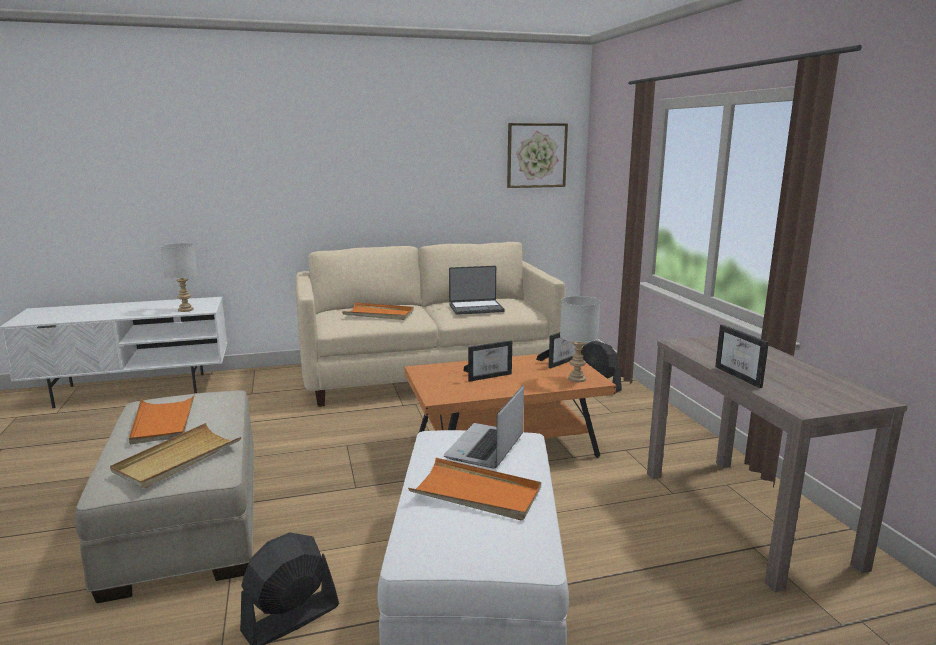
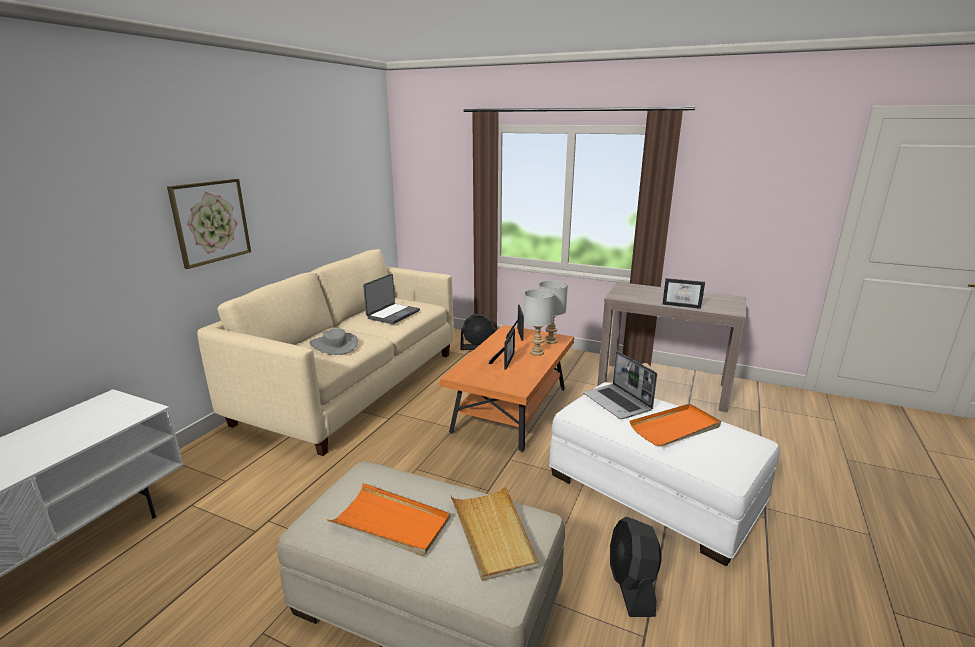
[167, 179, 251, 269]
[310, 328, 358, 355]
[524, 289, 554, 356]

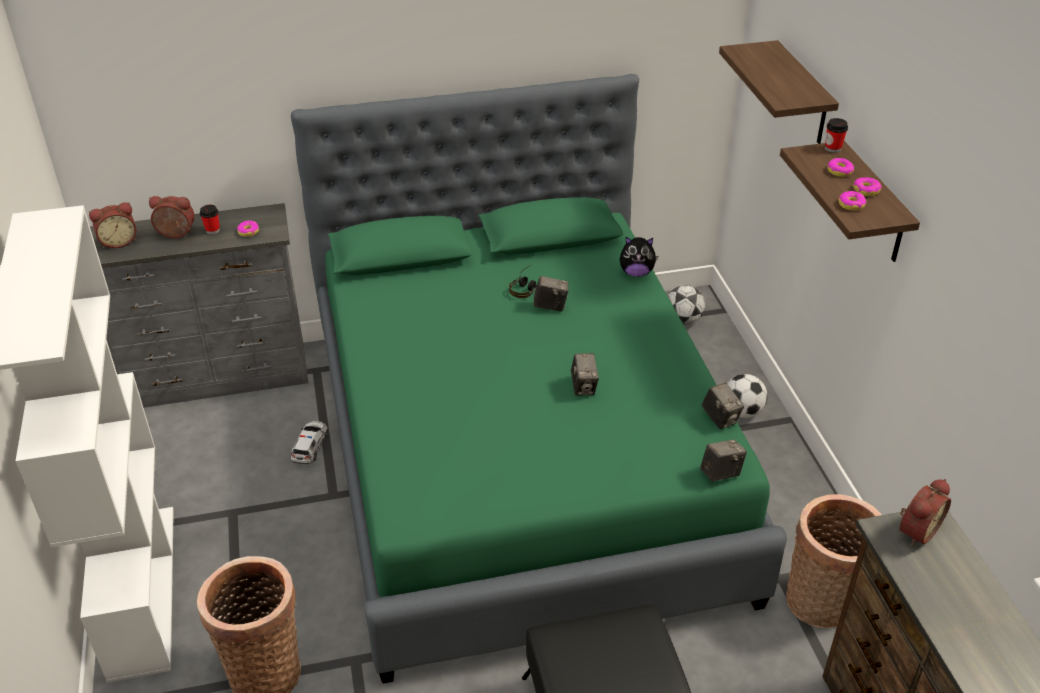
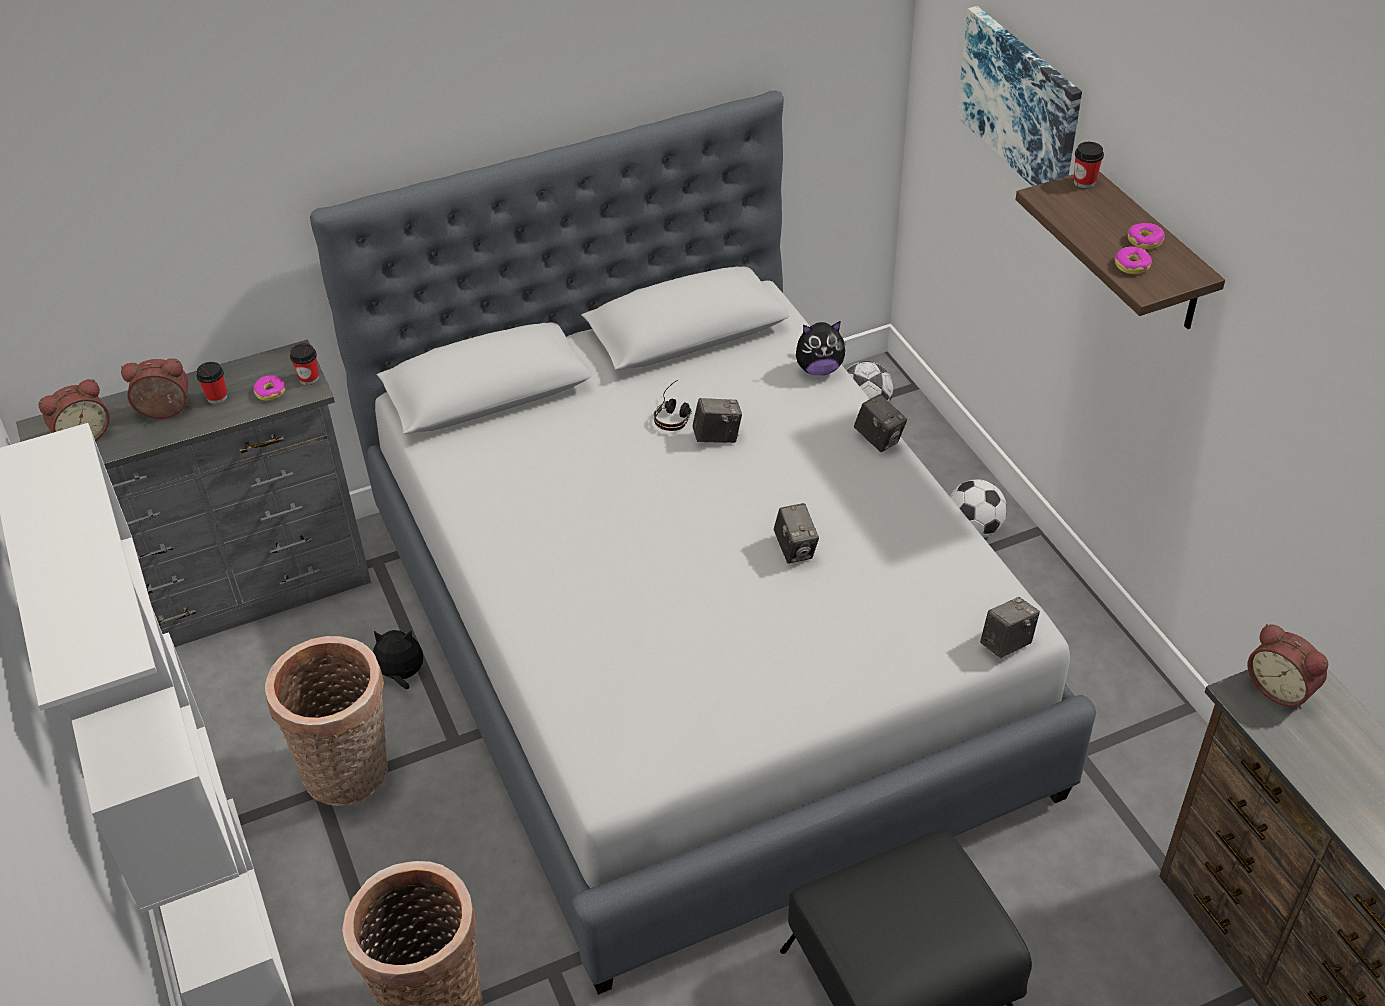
[265, 636, 388, 806]
[290, 343, 319, 385]
[310, 91, 1096, 995]
[373, 630, 423, 689]
[854, 394, 907, 452]
[957, 6, 1082, 186]
[1247, 624, 1328, 709]
[827, 158, 854, 177] (first image)

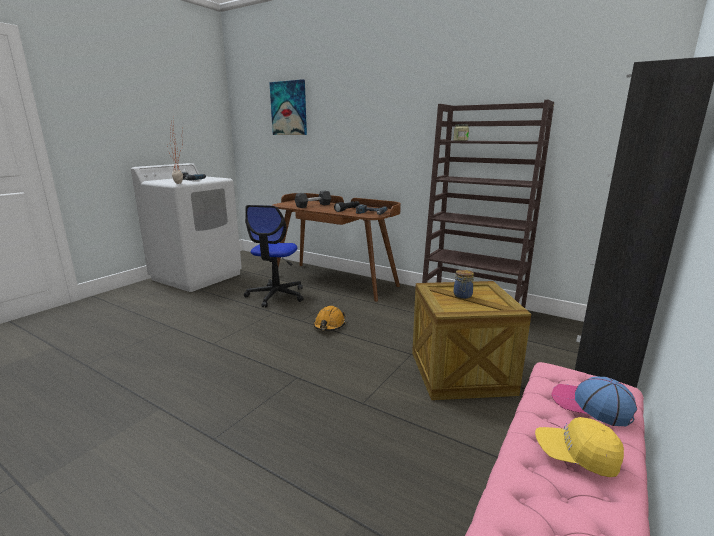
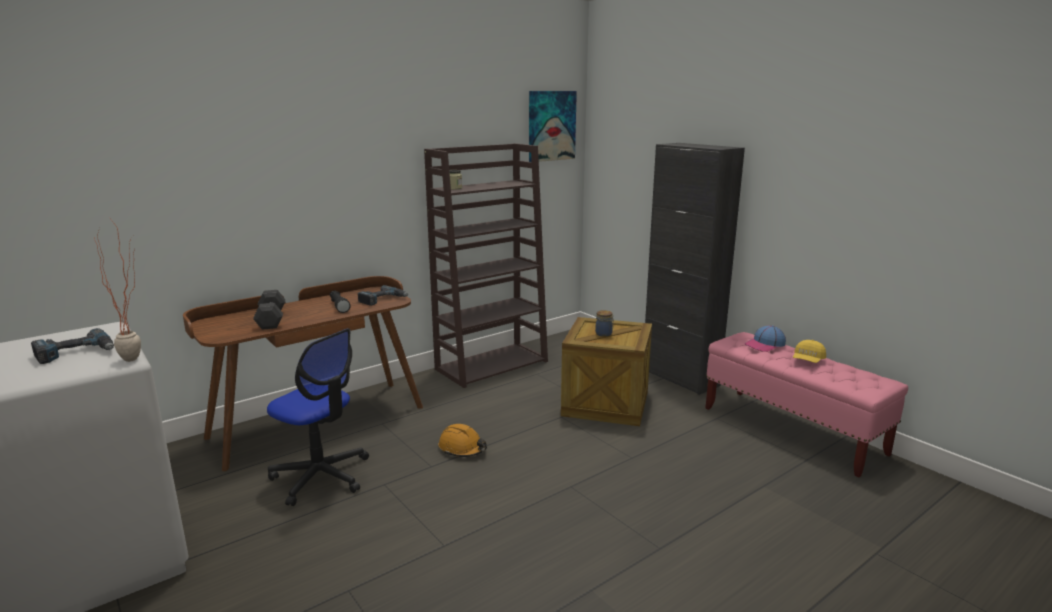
[529, 91, 577, 162]

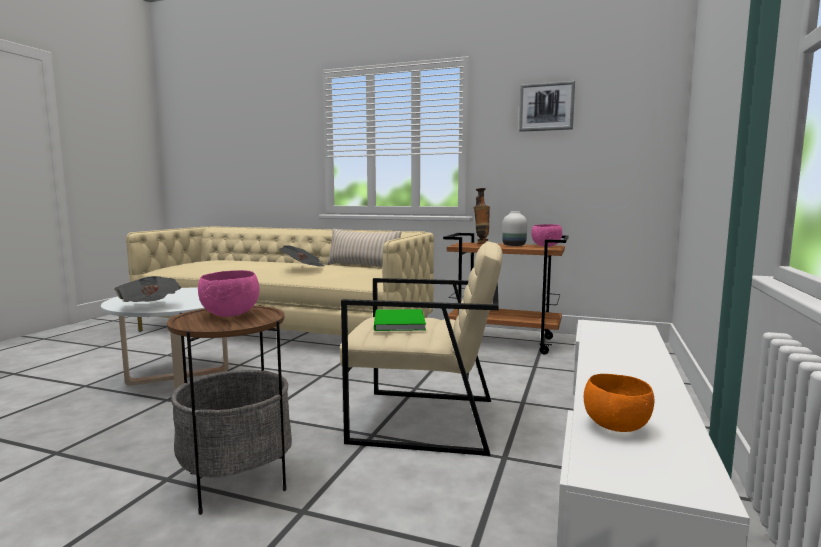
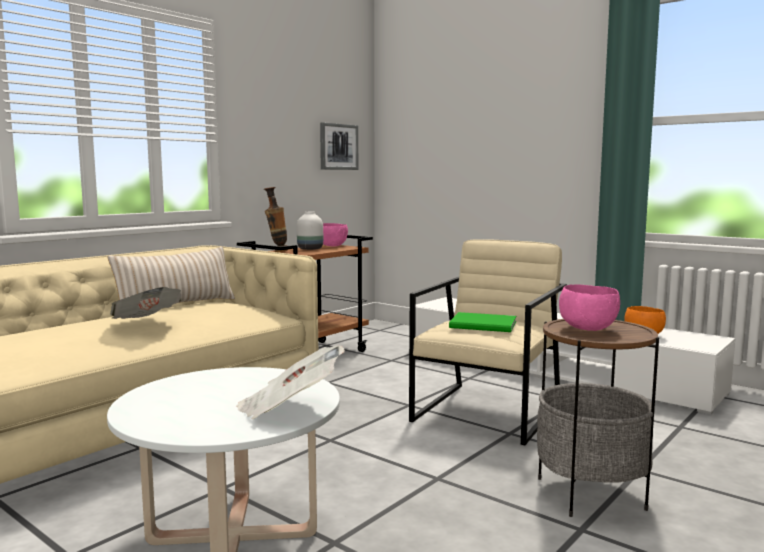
[320, 122, 358, 170]

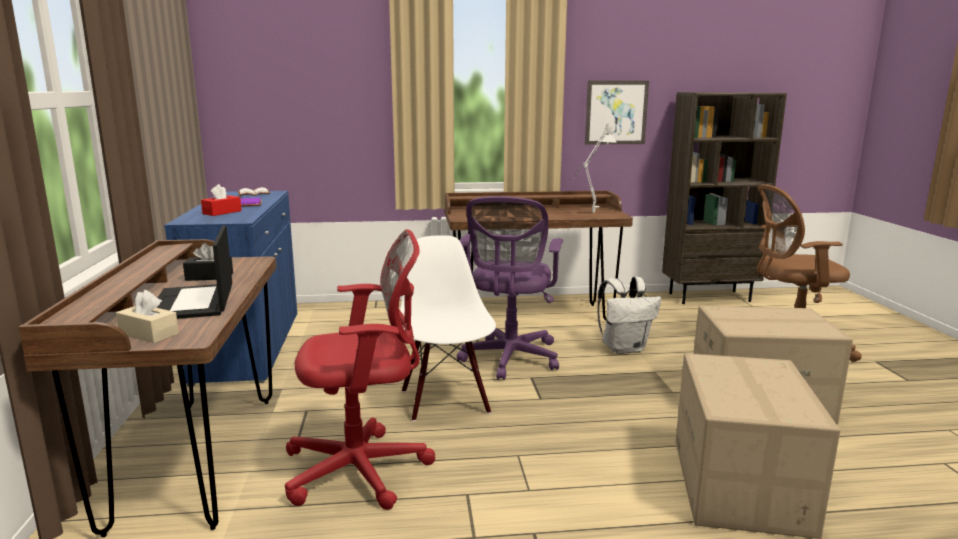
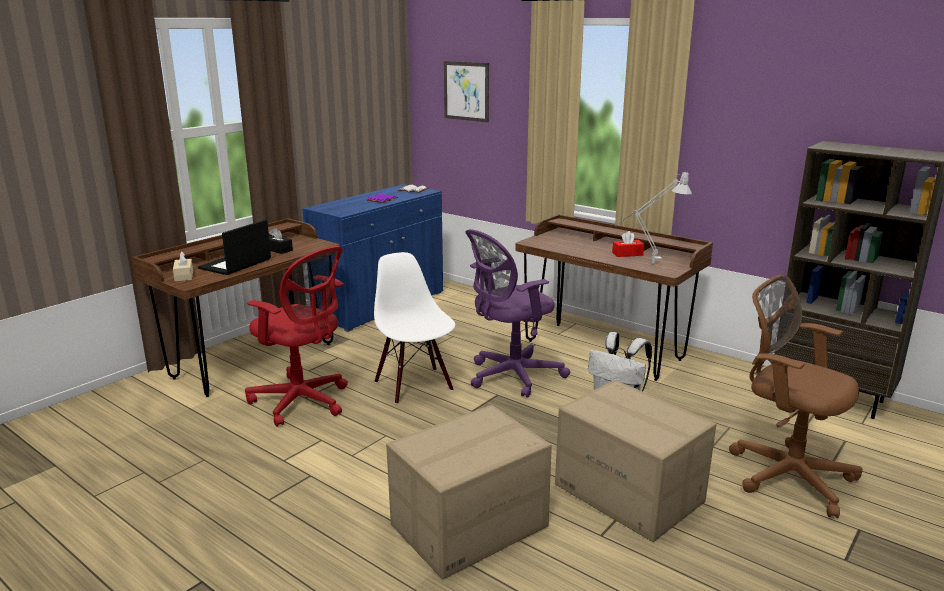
[374, 252, 455, 404]
[444, 61, 489, 122]
[612, 231, 644, 257]

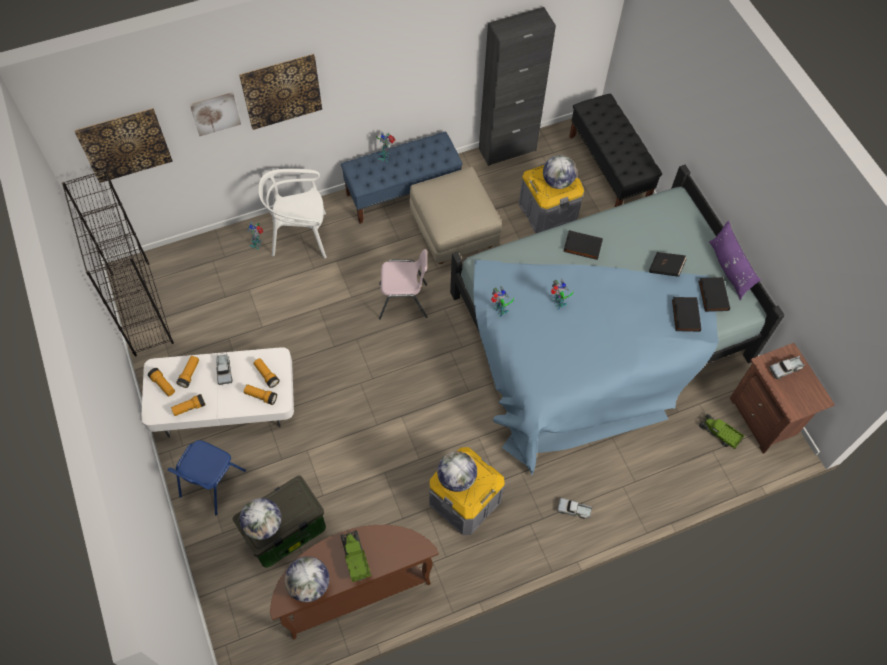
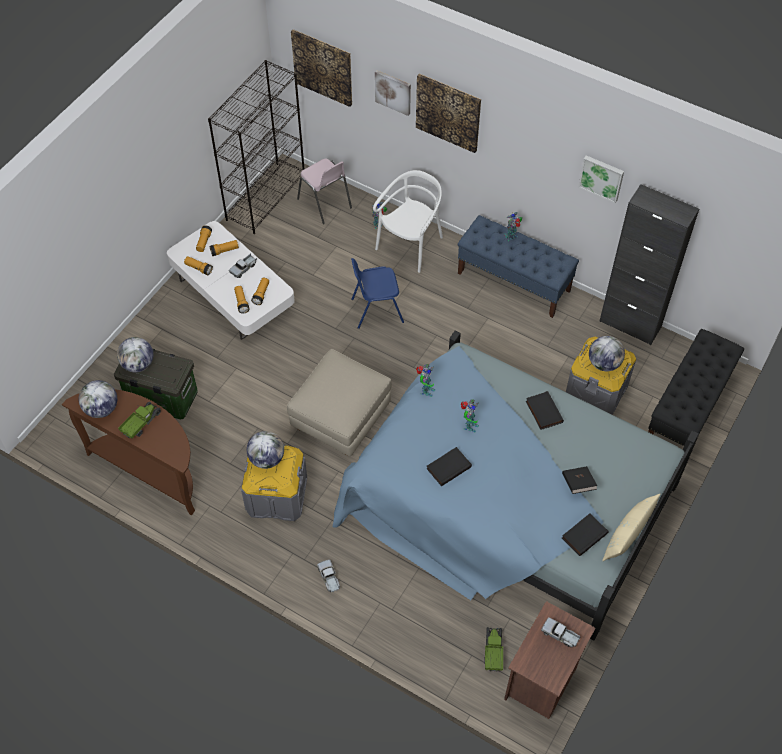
[287, 349, 392, 457]
[297, 158, 352, 224]
[351, 258, 404, 329]
[373, 170, 443, 273]
[426, 447, 472, 486]
[578, 155, 624, 203]
[602, 494, 660, 561]

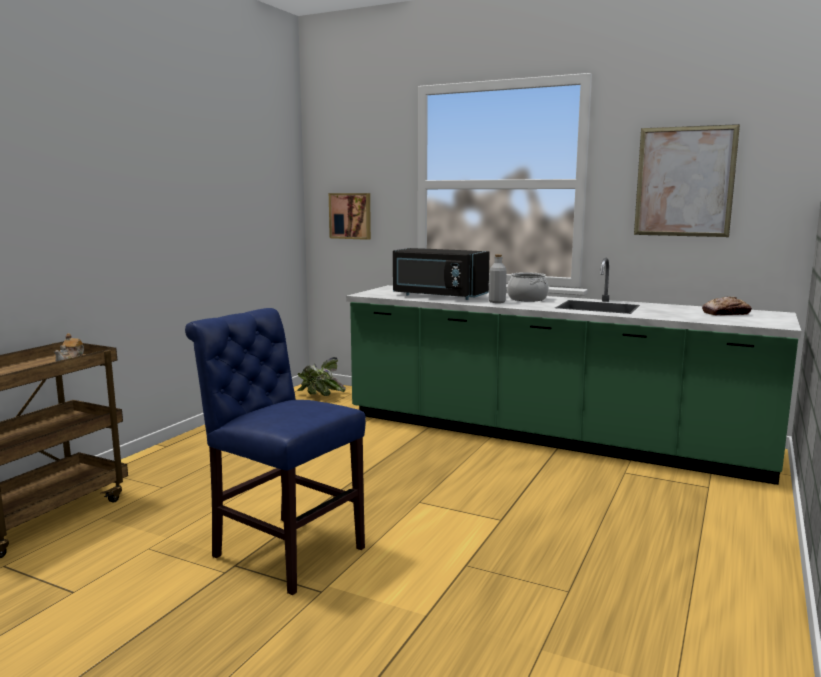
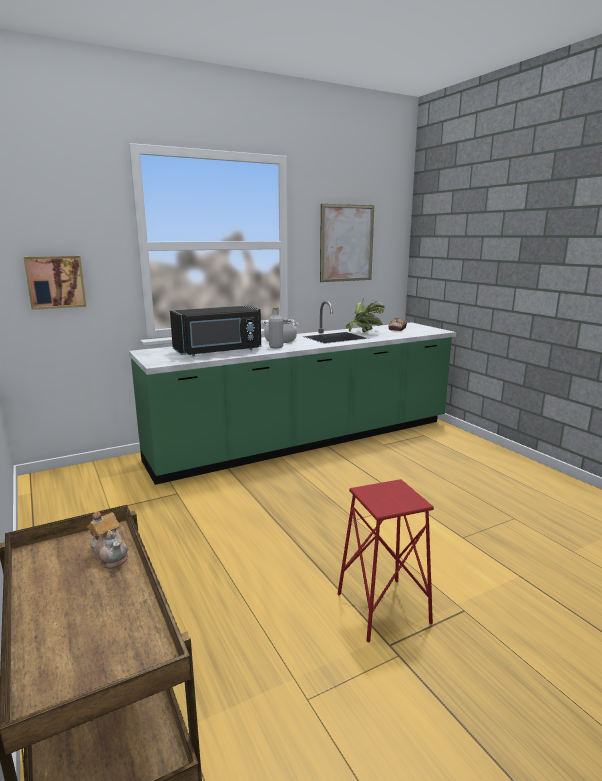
[338, 479, 434, 642]
[346, 296, 385, 332]

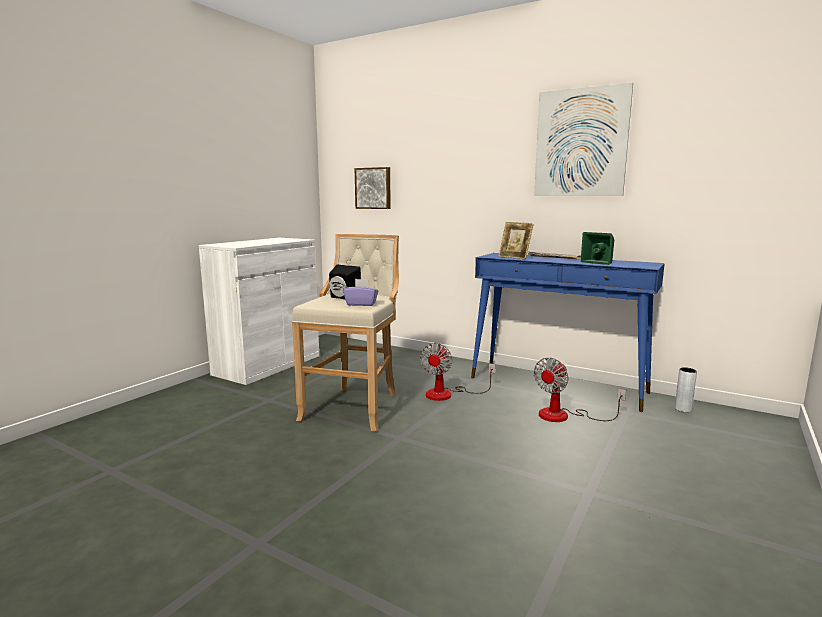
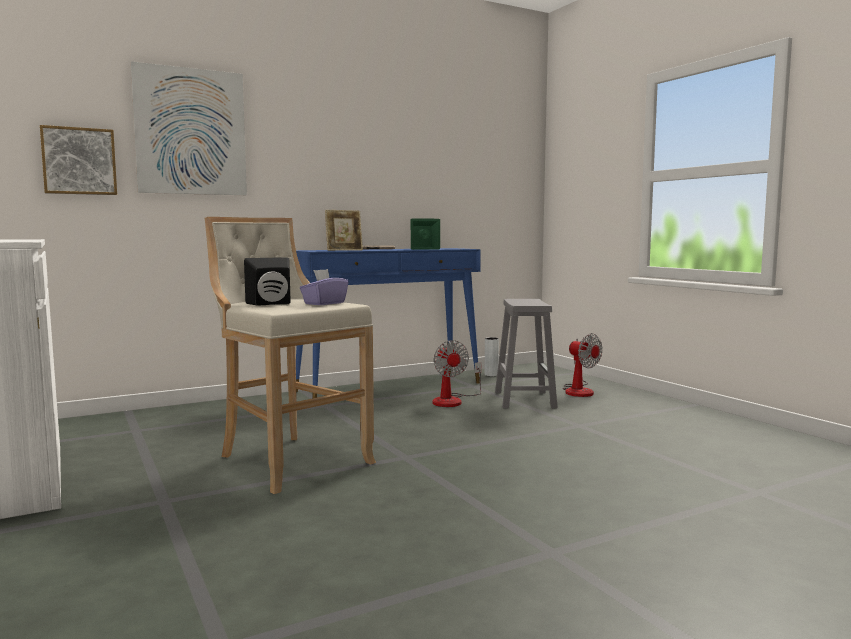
[131, 61, 247, 195]
[495, 299, 558, 409]
[563, 333, 603, 397]

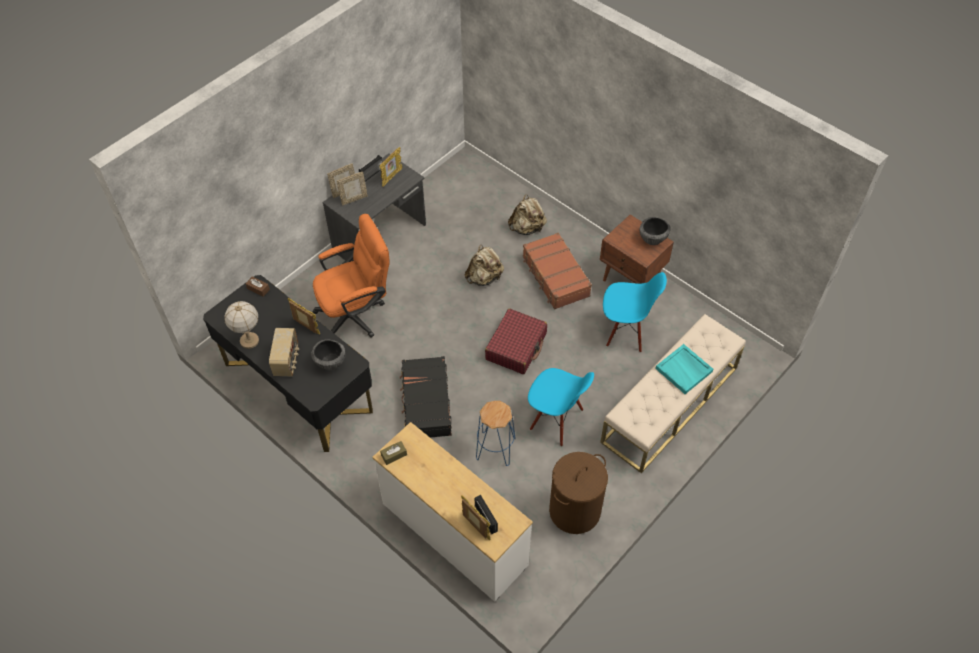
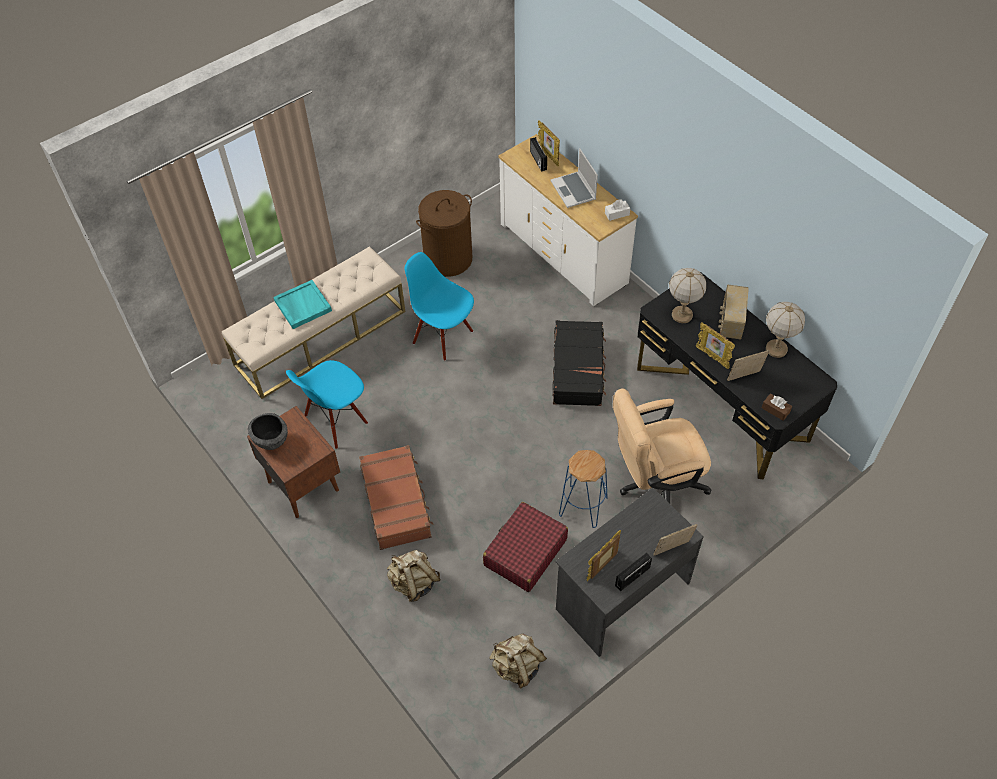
[286, 360, 368, 449]
[483, 502, 568, 592]
[489, 634, 547, 688]
[550, 148, 598, 208]
[559, 450, 608, 528]
[605, 199, 630, 221]
[613, 388, 712, 504]
[669, 268, 706, 323]
[727, 350, 769, 381]

